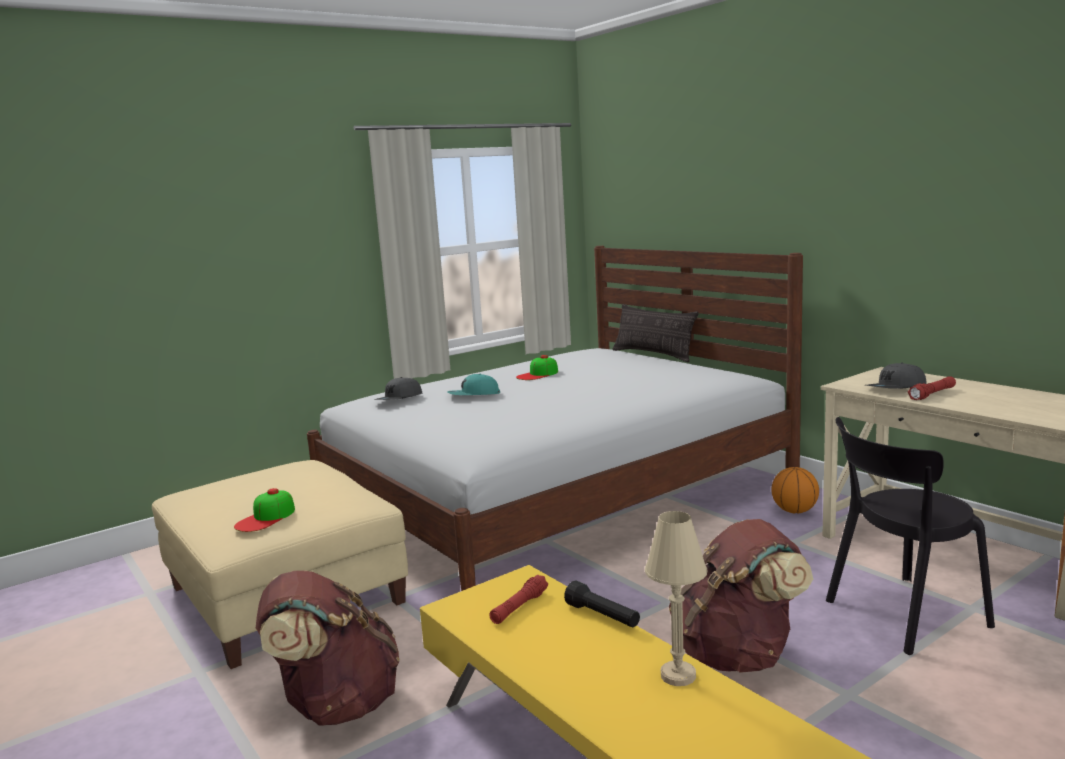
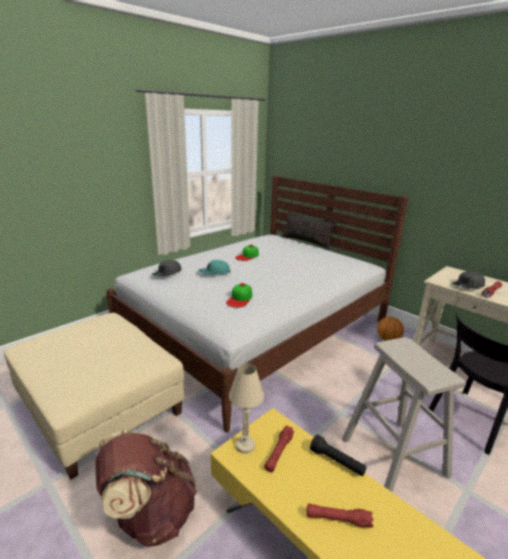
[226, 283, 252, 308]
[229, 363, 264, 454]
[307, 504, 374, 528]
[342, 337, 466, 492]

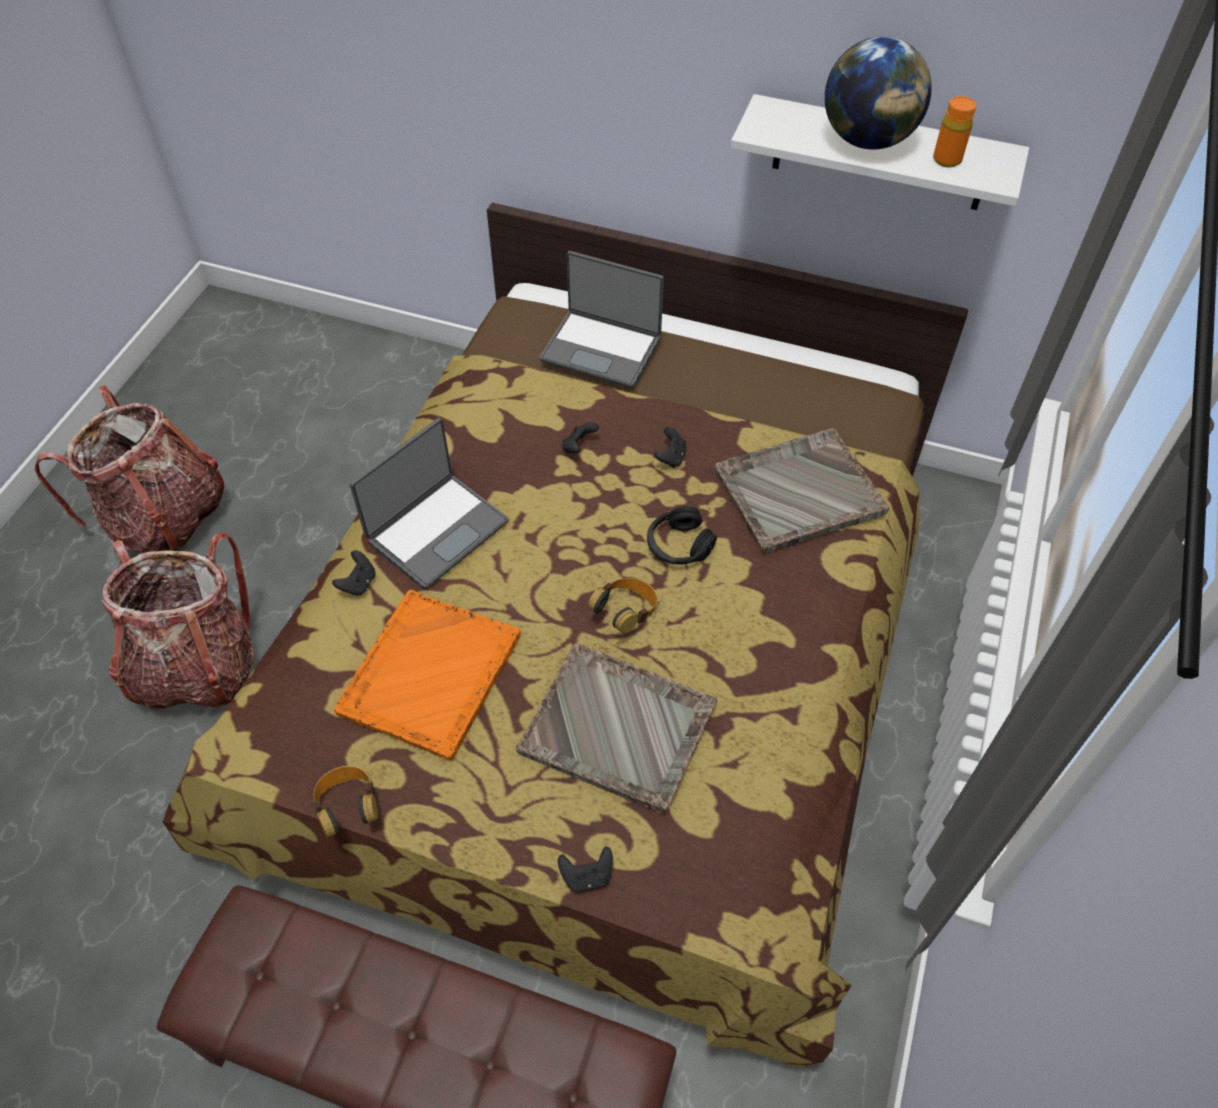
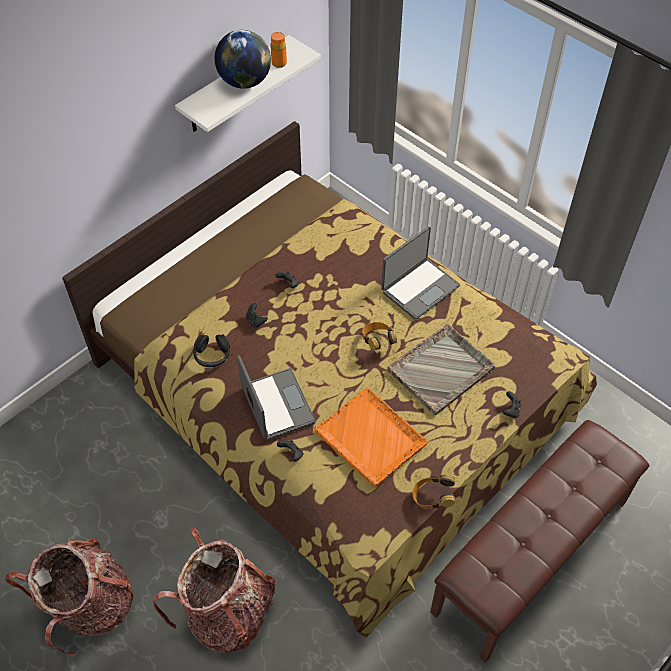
[193, 334, 230, 367]
[381, 226, 460, 320]
[715, 428, 889, 555] (first image)

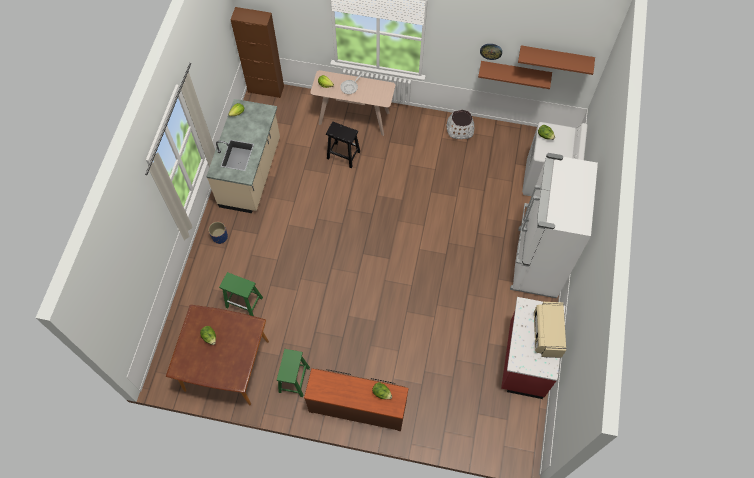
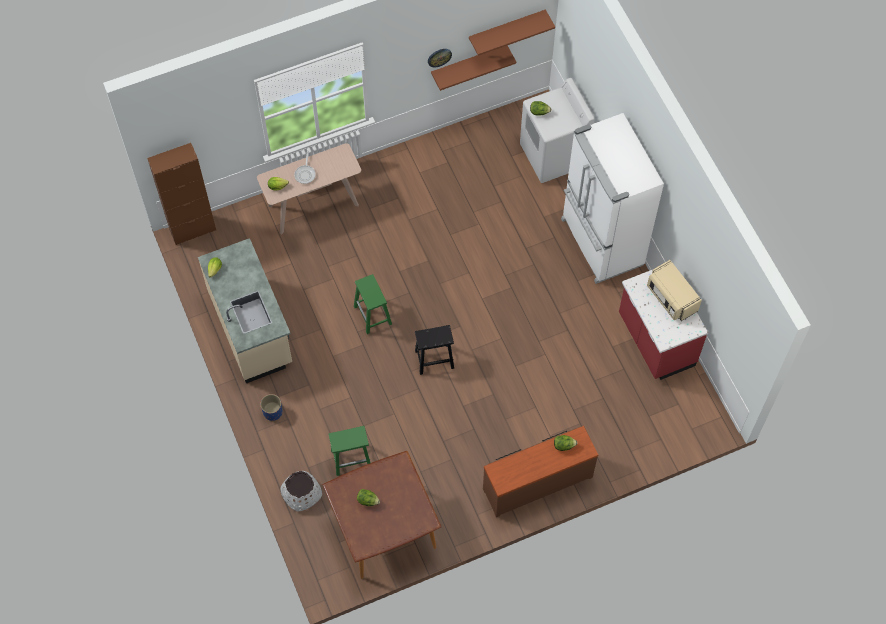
[281, 471, 322, 512]
[354, 274, 392, 334]
[415, 325, 454, 375]

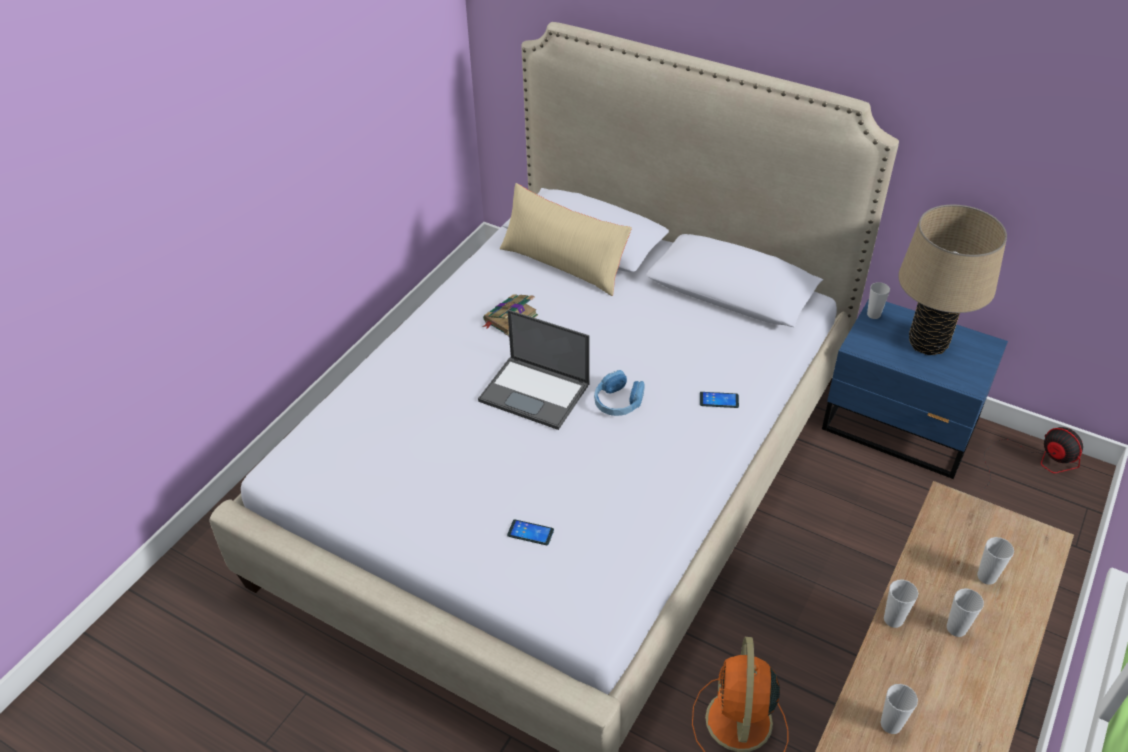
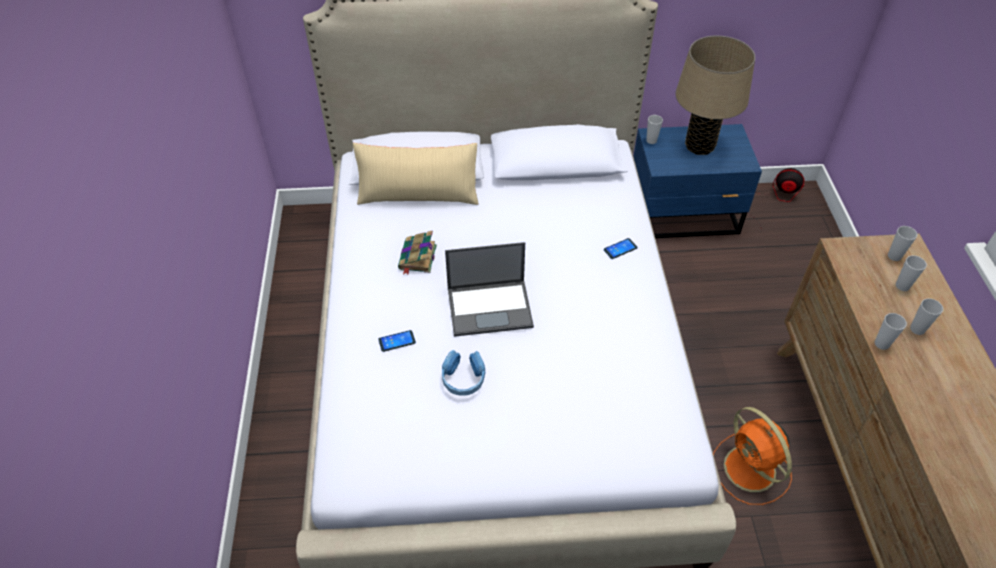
[378, 330, 416, 352]
[442, 350, 485, 396]
[888, 226, 918, 261]

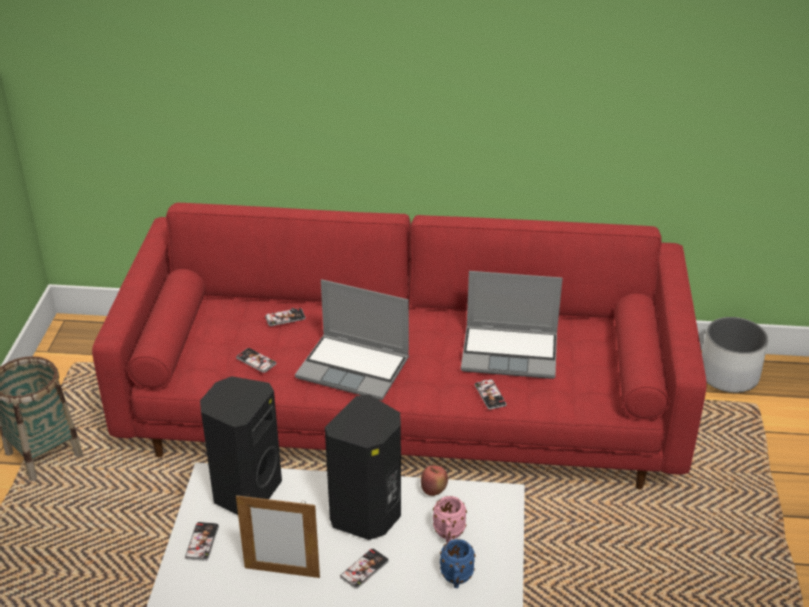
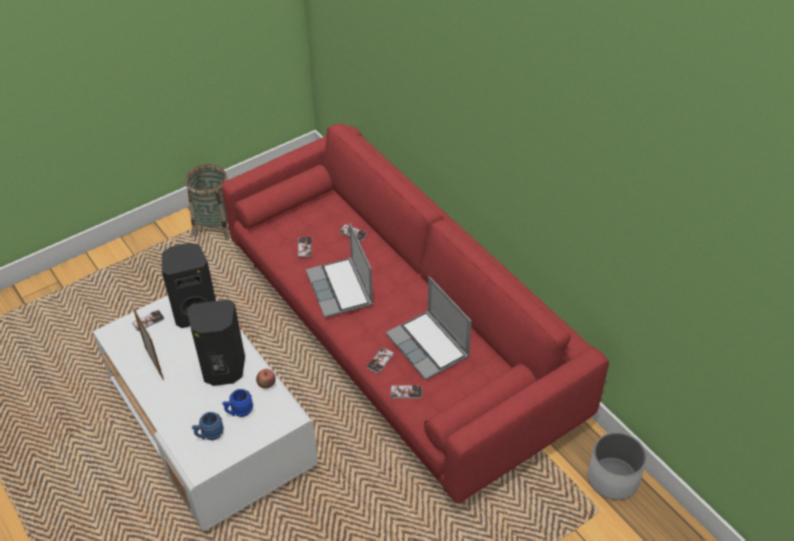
[222, 389, 253, 417]
[390, 385, 422, 398]

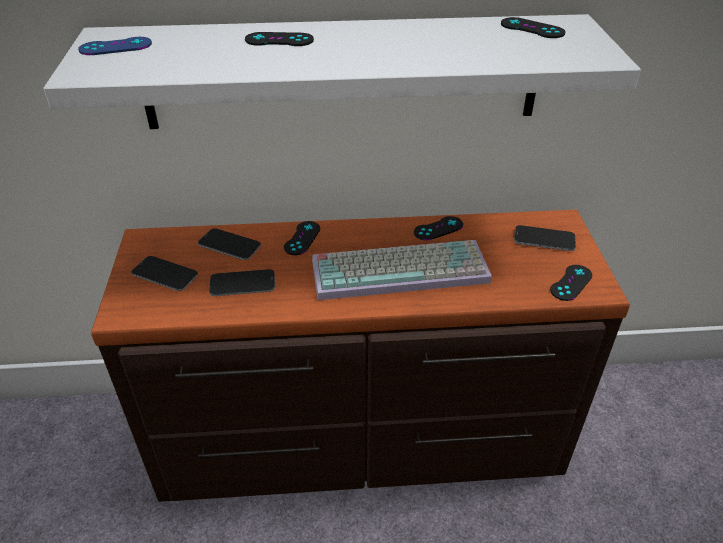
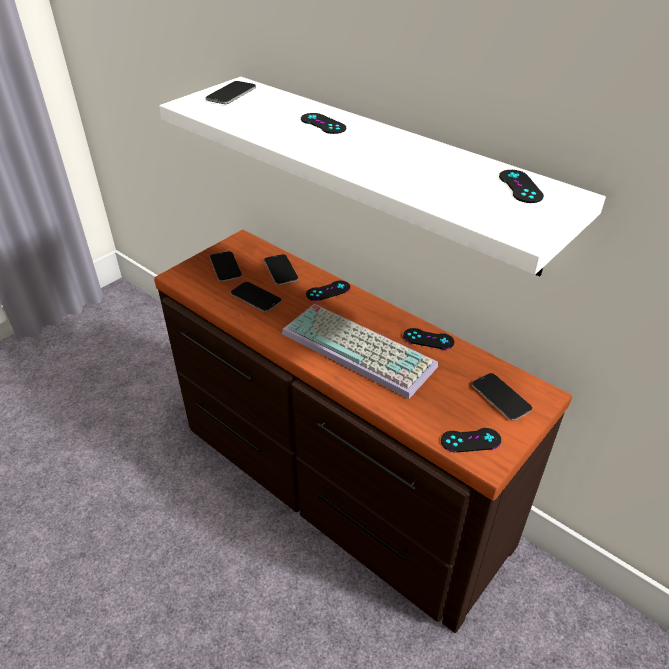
[206, 81, 256, 104]

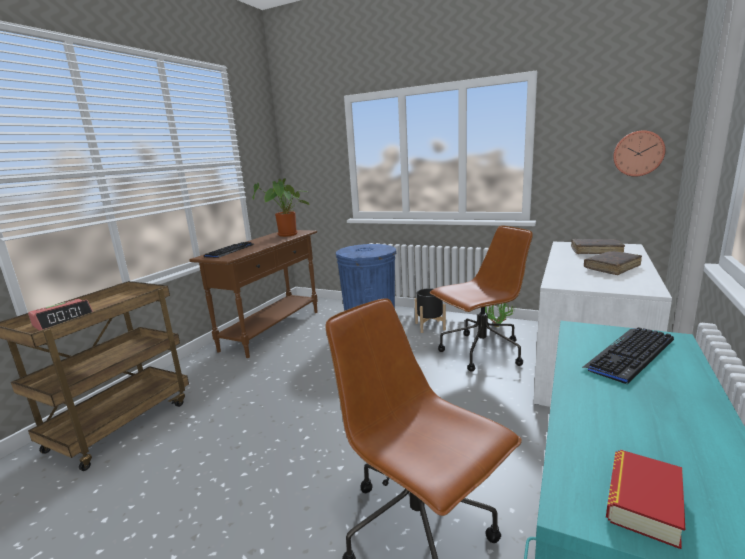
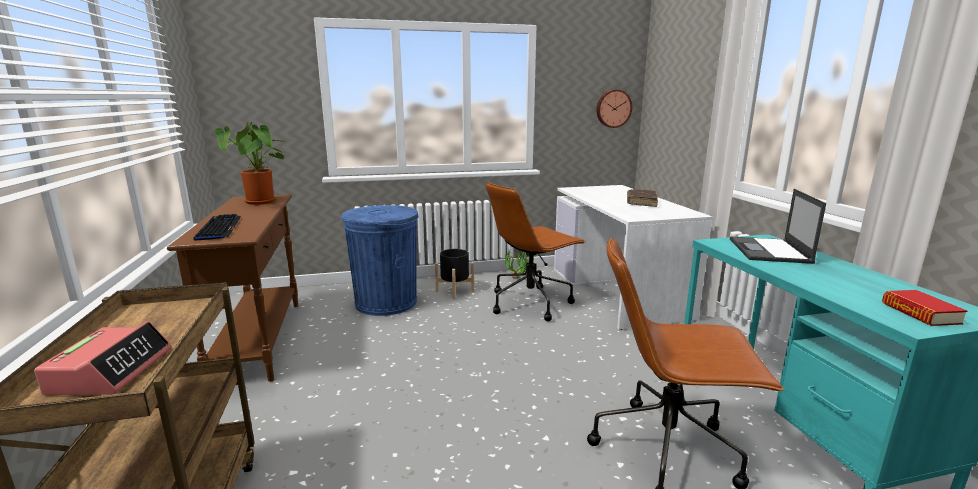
[486, 182, 586, 321]
[730, 189, 826, 264]
[571, 239, 625, 254] (first image)

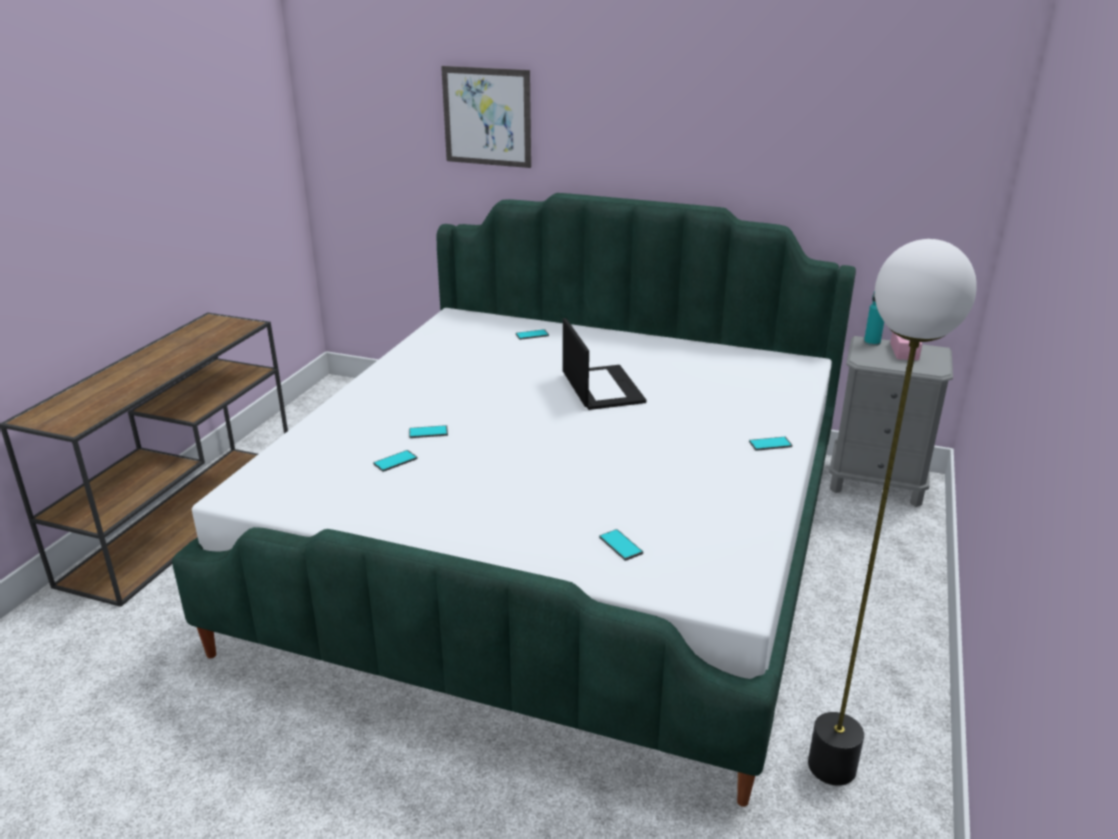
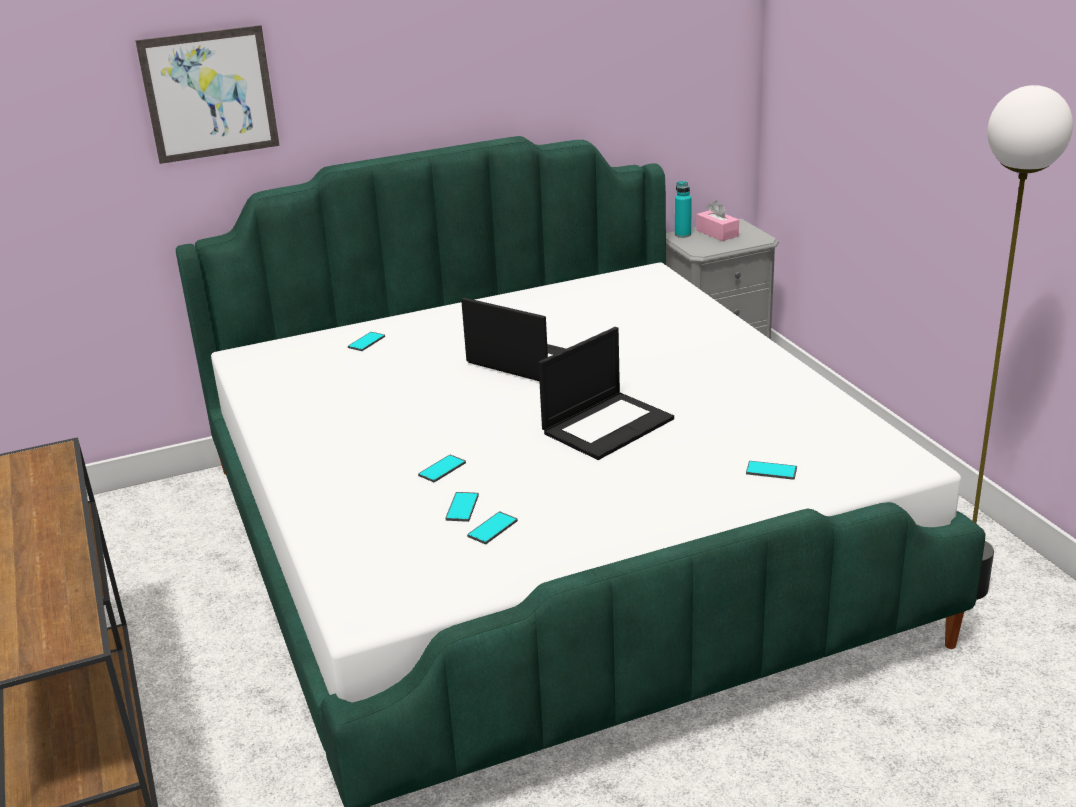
[467, 512, 518, 544]
[538, 327, 674, 460]

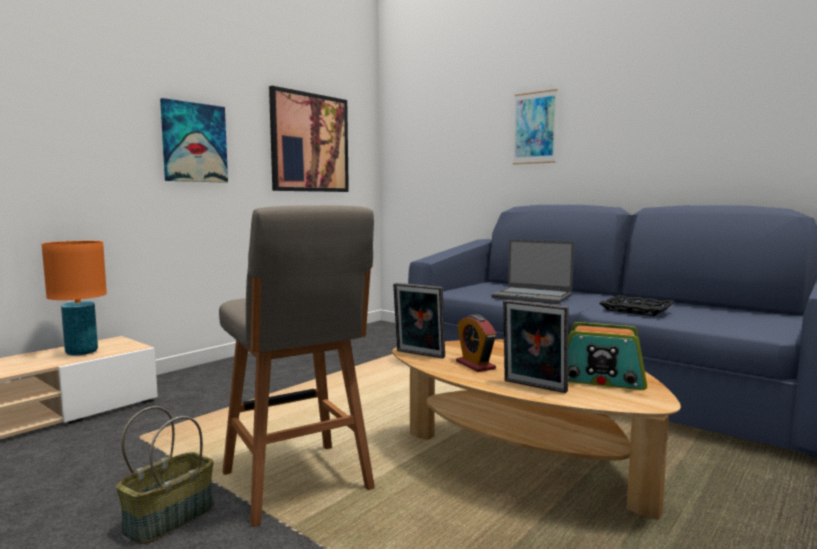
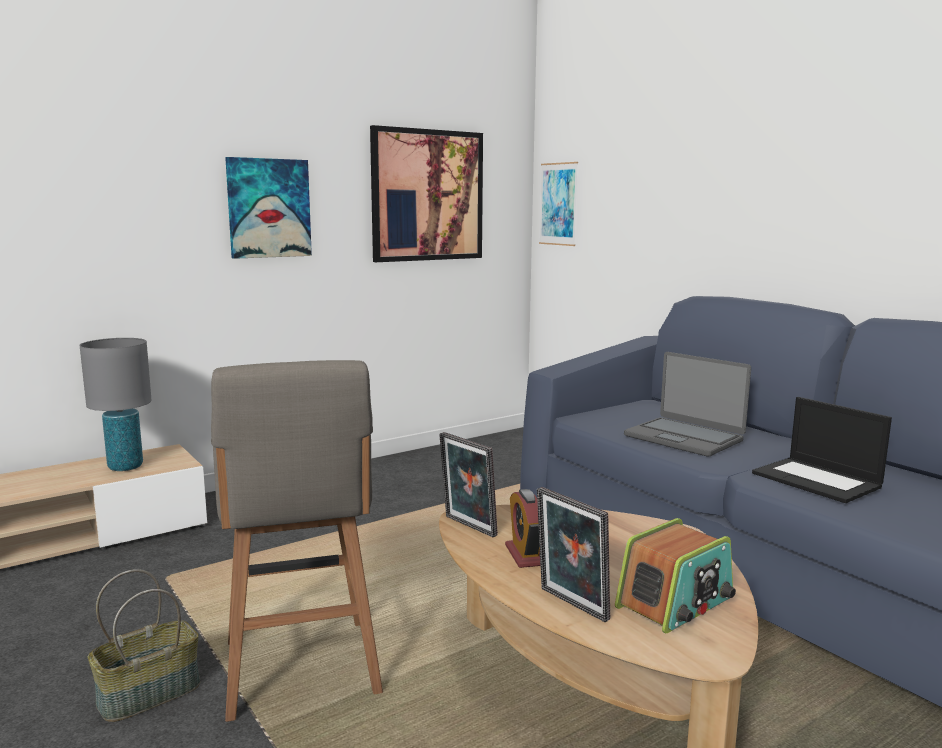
[79, 338, 152, 471]
[539, 162, 578, 246]
[615, 518, 736, 633]
[752, 397, 892, 503]

